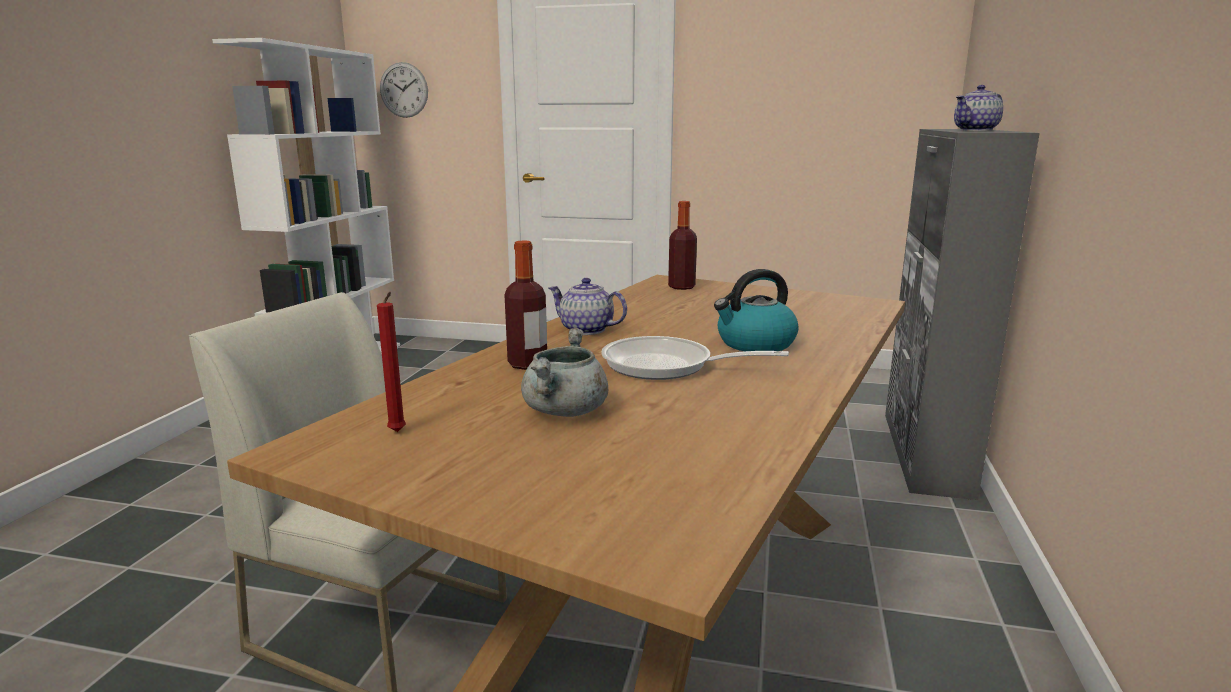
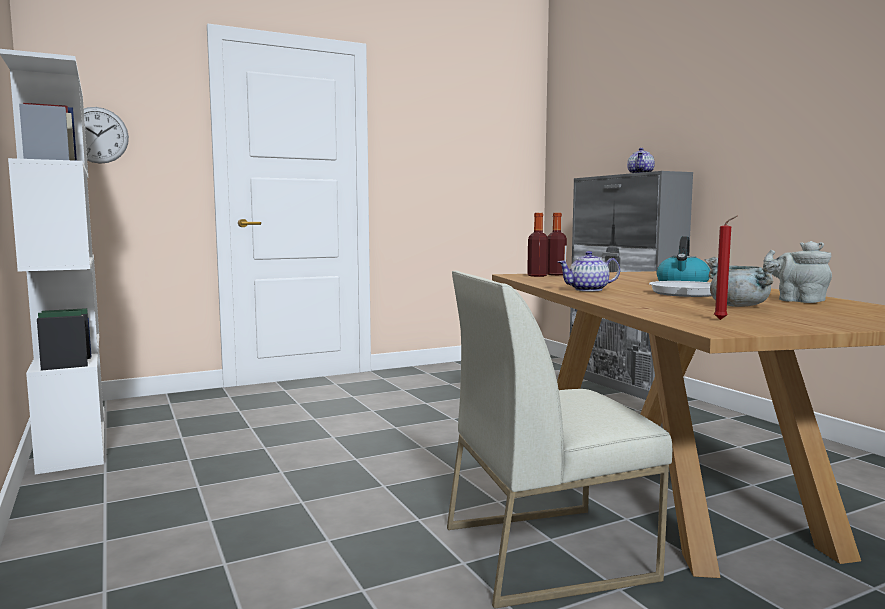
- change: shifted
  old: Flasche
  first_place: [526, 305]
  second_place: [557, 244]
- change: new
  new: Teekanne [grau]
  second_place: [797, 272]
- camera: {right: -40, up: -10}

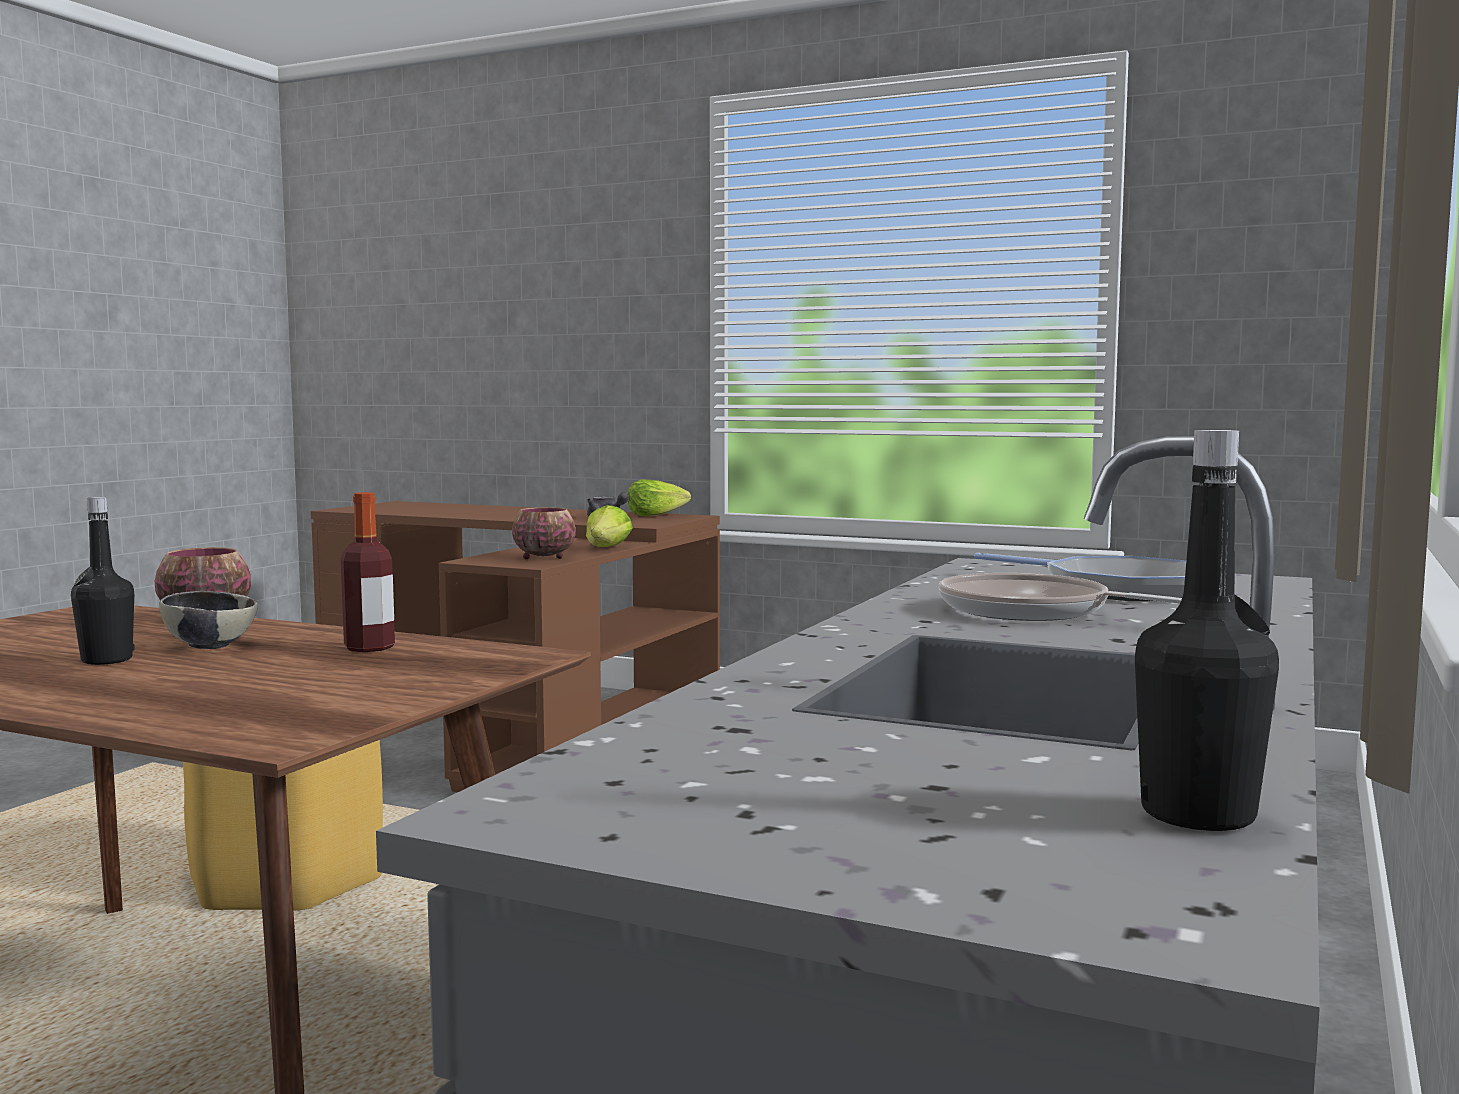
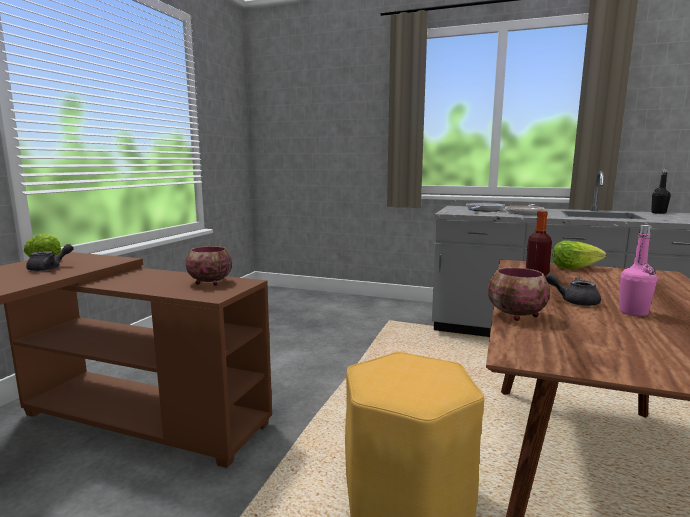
- change: swapped
  old: Schüssel
  new: Teekanne [grau]
  first_place: [208, 620]
  second_place: [573, 289]
- change: shifted
  old: Salatkopf
  first_place: [609, 526]
  second_place: [579, 254]
- change: repainted
  old: Flasche [schwarz]
  new: Flasche [rosa]
  first_place: [102, 581]
  second_place: [638, 270]
- camera: {right: -95, up: 5}

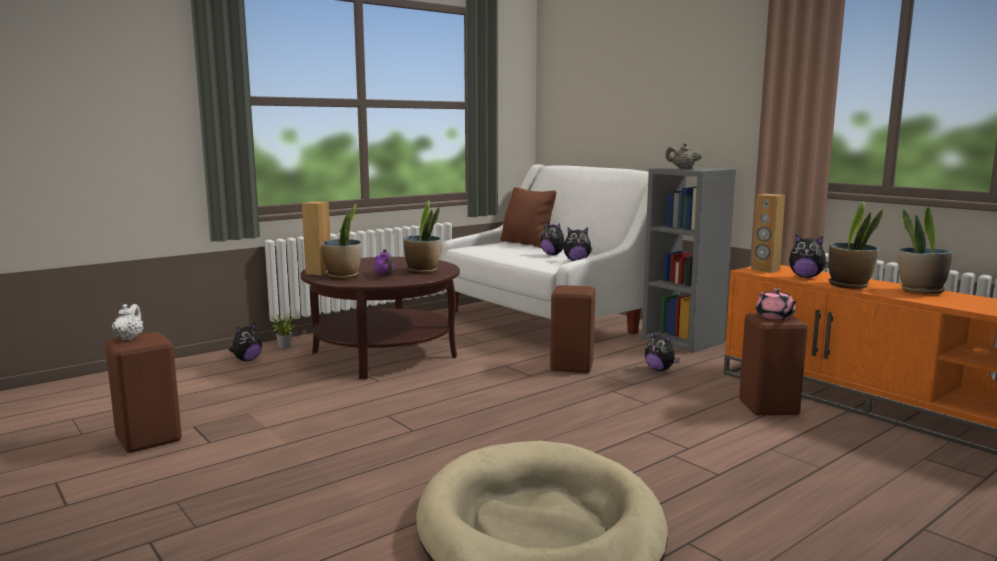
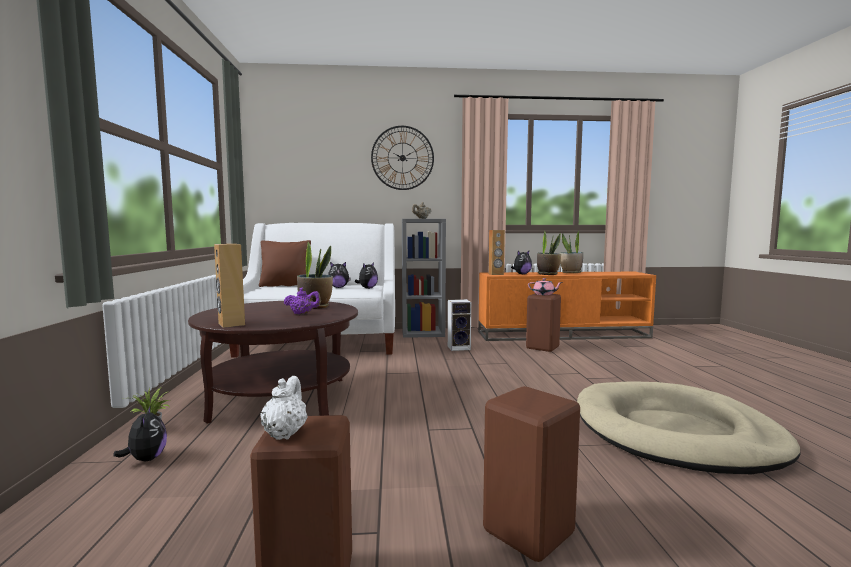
- change: rotated
  old: Teekanne [weiß]
  first_place: [127, 322]
  second_place: [284, 408]
  degrees: 60
- change: new
  new: Wanduhr
  second_place: [402, 158]
- change: swapped
  old: Plüschtier
  new: Lautsprecher
  first_place: [662, 350]
  second_place: [459, 325]
- change: shifted
  old: Hocker [braun]
  first_place: [572, 329]
  second_place: [531, 474]
- change: gone
  old: Topfpflanze
  first_place: [341, 241]
- camera: {right: -55, up: -5}

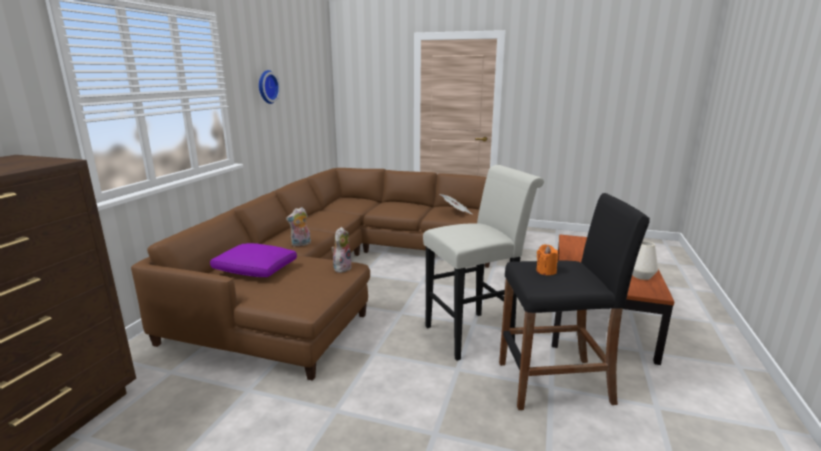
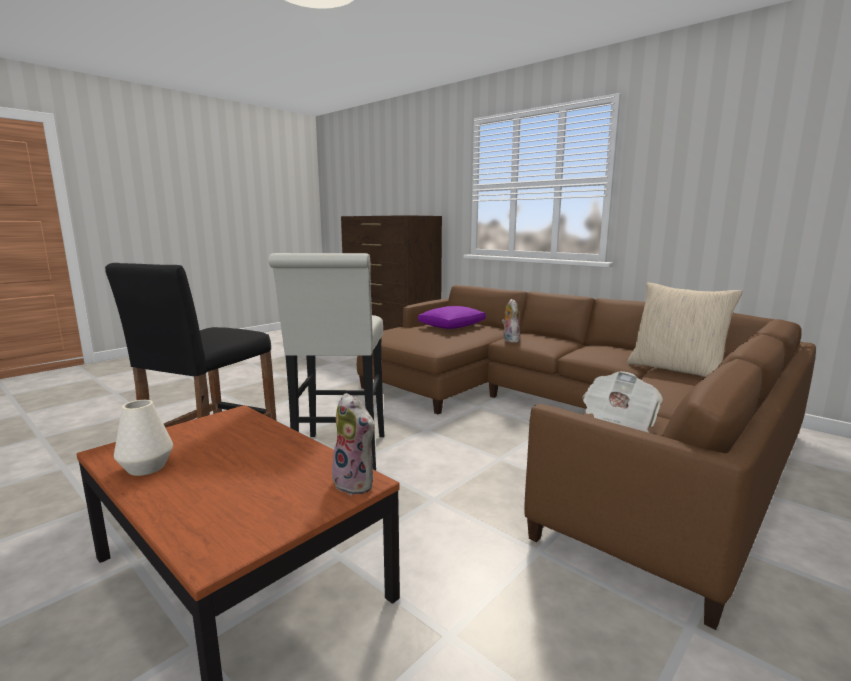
- change: shifted
  old: Plüschtier
  first_place: [341, 250]
  second_place: [353, 444]
- change: new
  new: Kissen [beige]
  second_place: [685, 330]
- change: gone
  old: Wanduhr
  first_place: [269, 87]
- change: gone
  old: Kerze [orange]
  first_place: [547, 259]
- camera: {right: 115, up: -5}

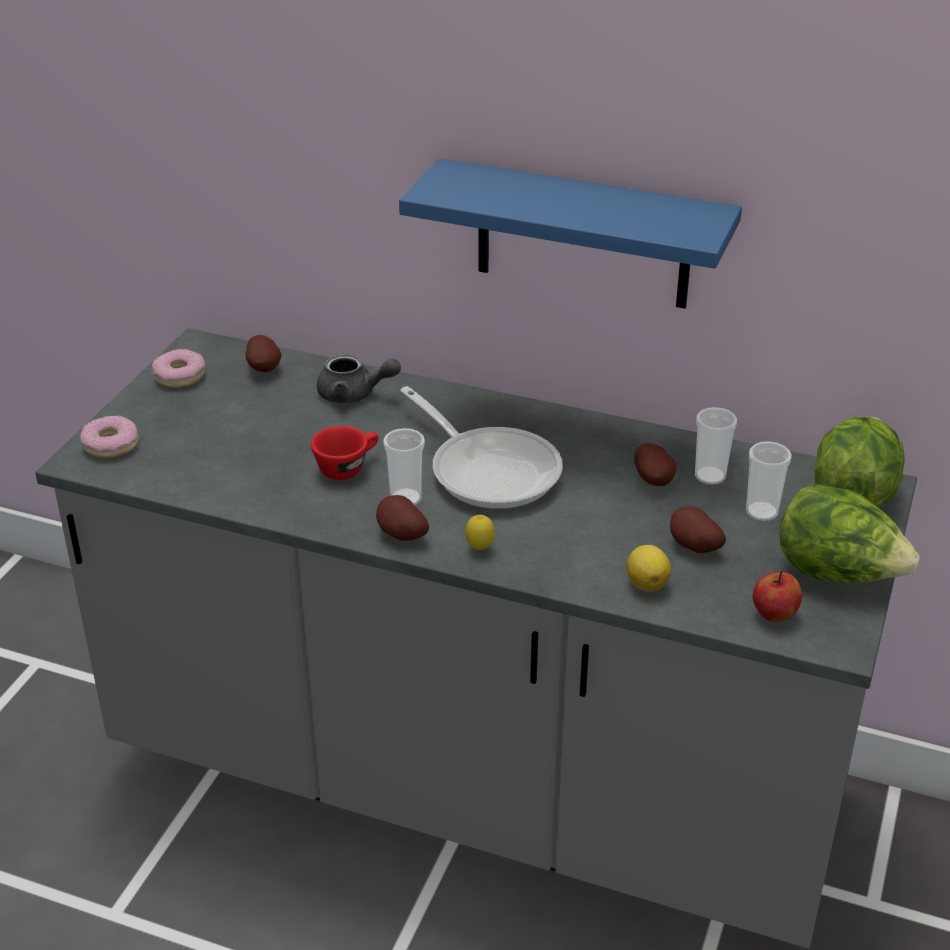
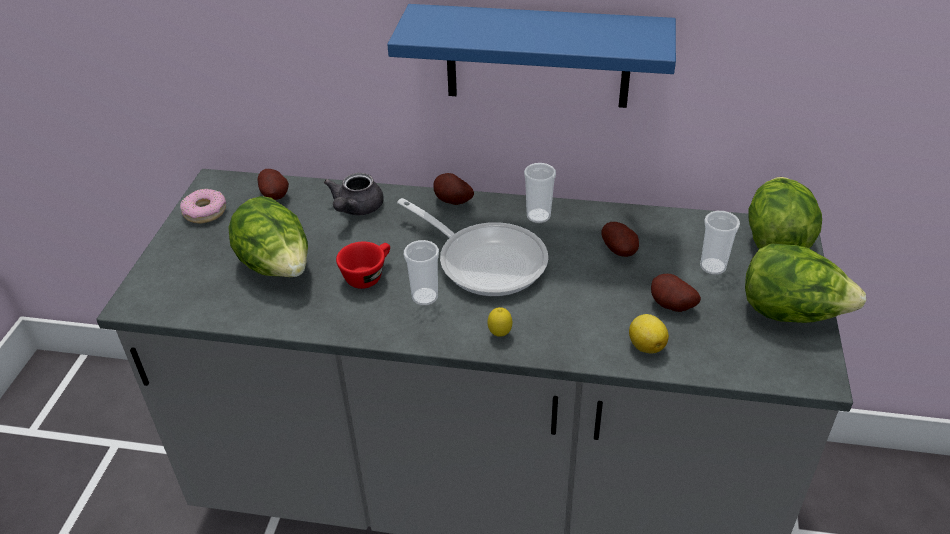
- change: new
  new: Salatkopf
  second_place: [268, 236]
- change: rotated
  old: Teekanne [grau]
  first_place: [359, 378]
  second_place: [354, 194]
  degrees: 105
- change: shifted
  old: Kartoffel
  first_place: [402, 518]
  second_place: [453, 189]
- change: shifted
  old: Tasse
  first_place: [716, 446]
  second_place: [540, 193]
- change: gone
  old: Donut
  first_place: [109, 437]
- change: gone
  old: Apfel
  first_place: [777, 596]
- camera: {right: -10, up: 5}

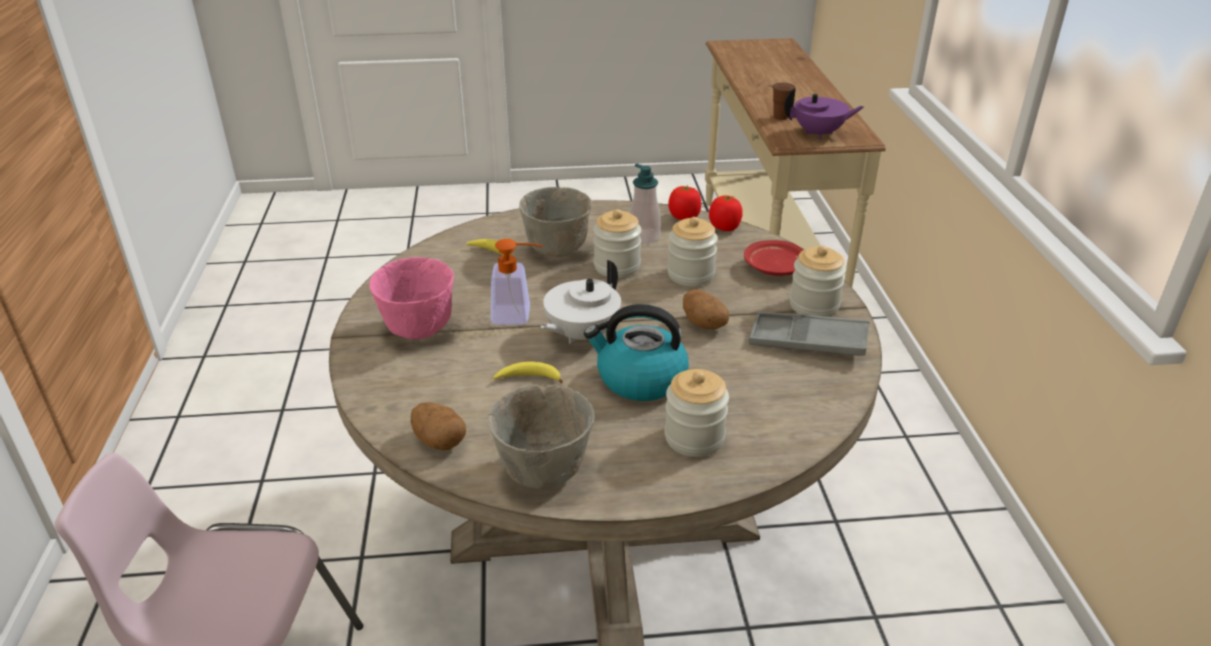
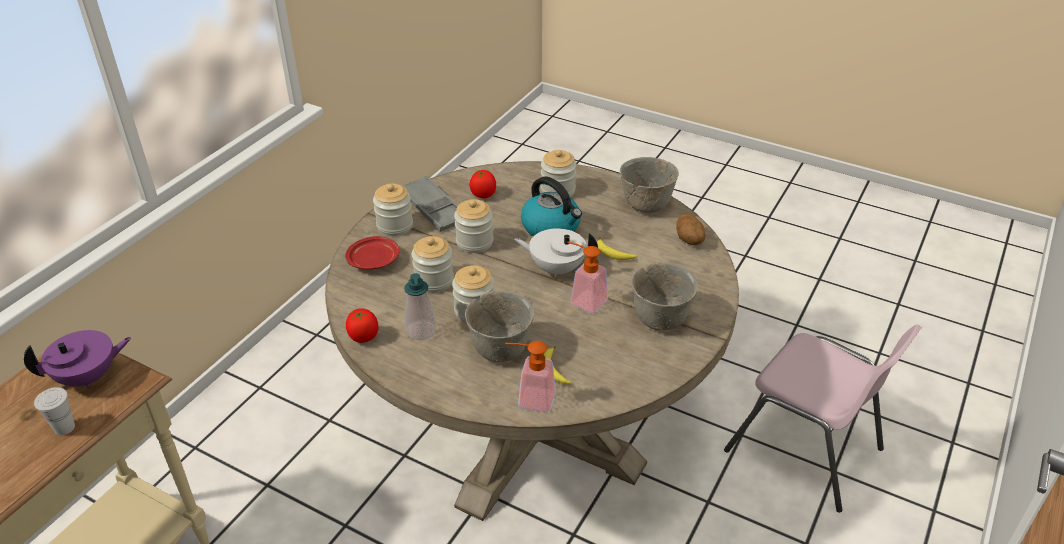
- change: rotated
  old: Teekanne [lila]
  first_place: [824, 113]
  second_place: [78, 359]
  degrees: 120
- change: repainted
  old: Tasse [braun]
  new: Tasse [weiß]
  first_place: [784, 101]
  second_place: [54, 411]
- change: swapped
  old: Kartoffel
  new: Vorratsglas
  first_place: [706, 309]
  second_place: [473, 226]
- change: shifted
  old: Tomate
  first_place: [726, 213]
  second_place: [483, 184]
- change: new
  new: Seifenspender
  second_place: [530, 376]
- change: rotated
  old: Teekanne [weiß]
  first_place: [580, 302]
  second_place: [556, 252]
  degrees: -150
- change: repainted
  old: Schüssel [rosa]
  new: Schüssel [grau]
  first_place: [411, 298]
  second_place: [664, 296]
- camera: {right: -145, up: 5}

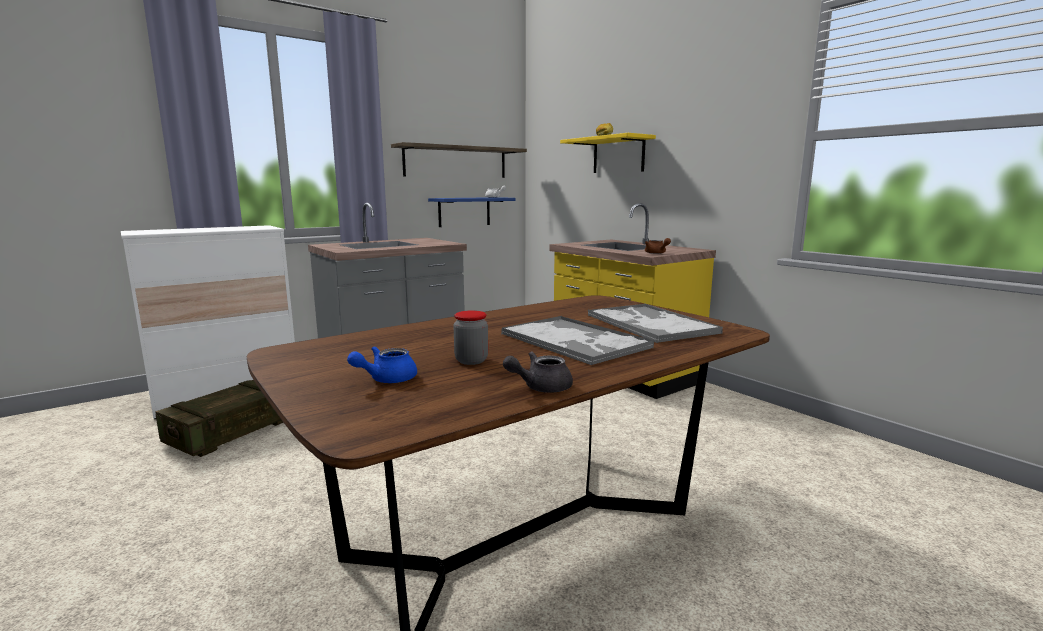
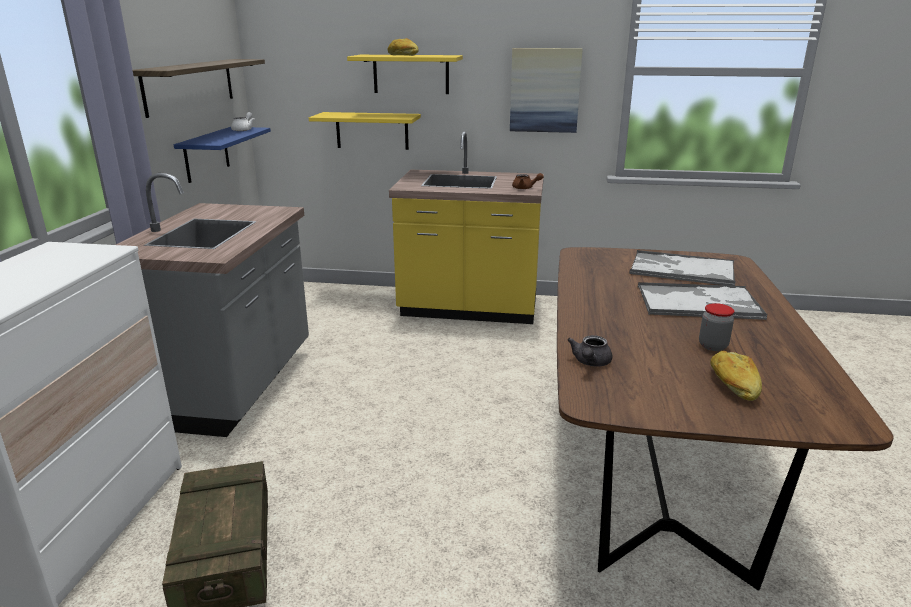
- change: new
  new: Wandregal [gelb]
  second_place: [365, 131]
- change: new
  new: Bild
  second_place: [546, 90]
- change: shifted
  old: Teekanne [grau]
  first_place: [538, 372]
  second_place: [589, 350]
- change: swapped
  old: Teekanne [blau]
  new: Brot
  first_place: [382, 364]
  second_place: [736, 376]
- camera: {right: -45, up: 10}

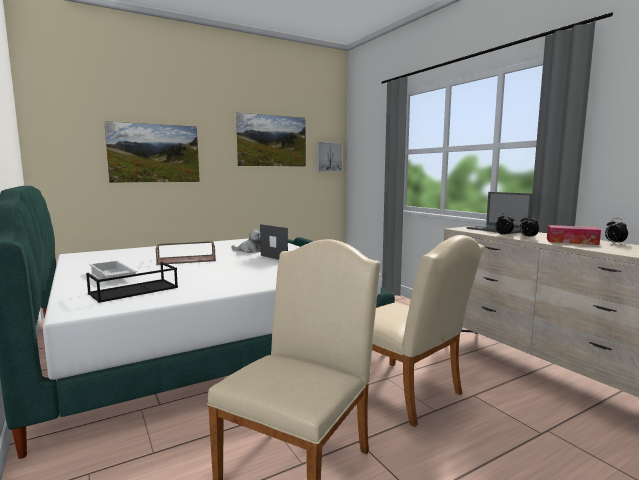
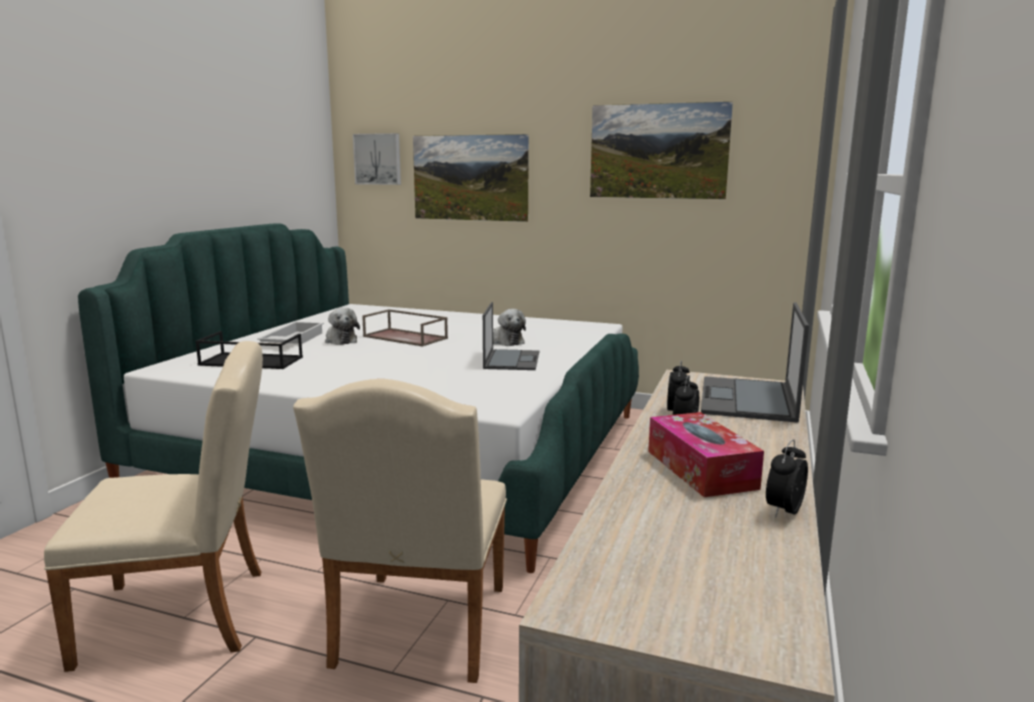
- change: new
  new: Plüschtier
  second_place: [342, 326]
- change: shifted
  old: Bild
  first_place: [330, 156]
  second_place: [377, 159]
- camera: {right: 50, up: 5}

